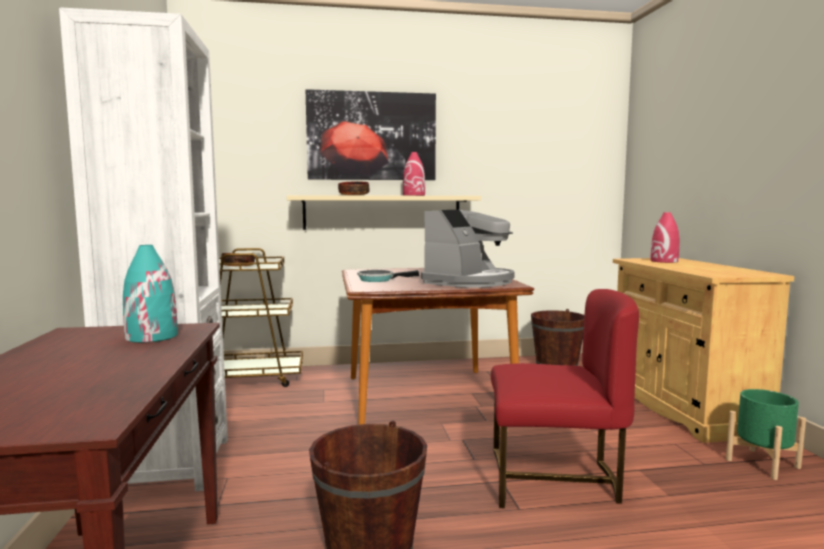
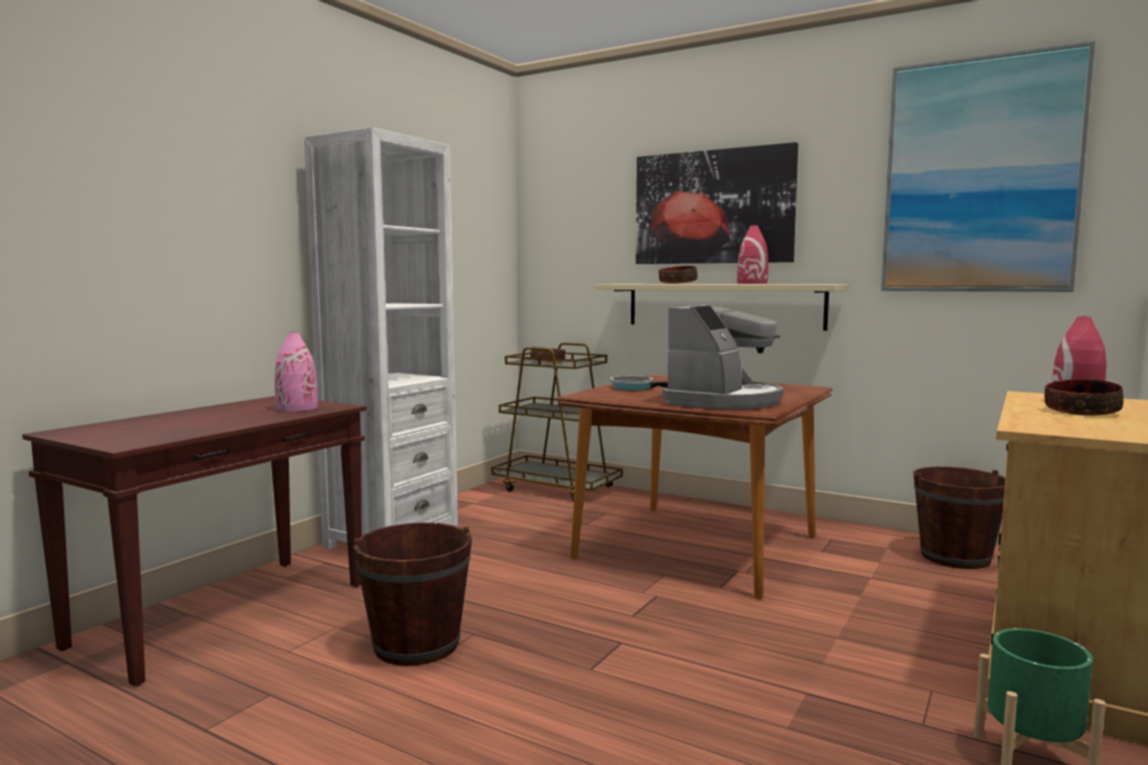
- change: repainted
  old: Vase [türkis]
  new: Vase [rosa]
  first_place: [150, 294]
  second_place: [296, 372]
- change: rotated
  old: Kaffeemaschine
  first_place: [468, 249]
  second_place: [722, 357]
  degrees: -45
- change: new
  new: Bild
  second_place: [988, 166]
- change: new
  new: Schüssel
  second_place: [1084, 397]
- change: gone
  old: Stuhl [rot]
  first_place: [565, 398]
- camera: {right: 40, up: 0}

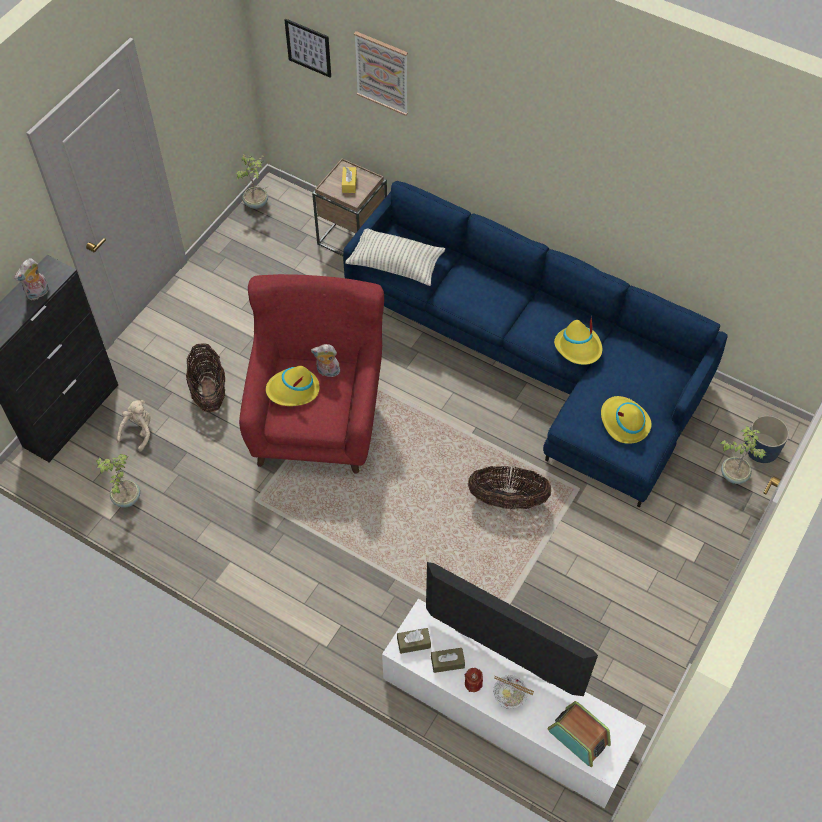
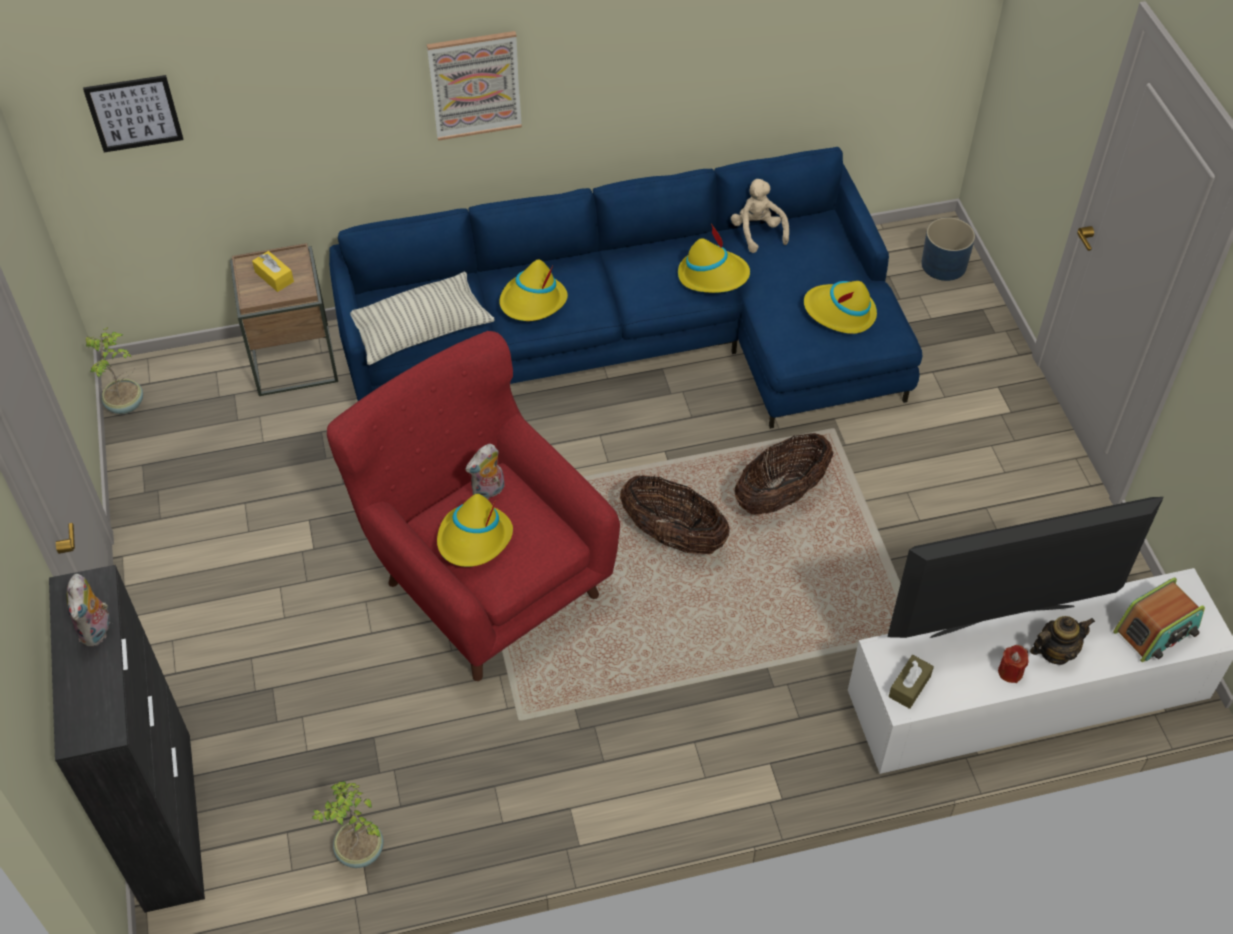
- change: shifted
  old: Bild
  first_place: [381, 73]
  second_place: [474, 86]
- change: new
  new: Hut [gelb]
  second_place: [533, 290]
- change: shifted
  old: Korb
  first_place: [205, 378]
  second_place: [675, 514]
- change: shifted
  old: Plüschtier [beige]
  first_place: [134, 426]
  second_place: [760, 216]
- change: swapped
  old: Schüssel
  new: Teekanne
  first_place: [513, 692]
  second_place: [1062, 640]
- change: rotated
  old: Radio
  first_place: [579, 734]
  second_place: [1159, 619]
  degrees: 150
- change: gone
  old: Taschentuchbox [braun]
  first_place: [448, 660]
- change: gone
  old: Topfpflanze
  first_place: [743, 455]
- camera: {right: -45, up: -5}

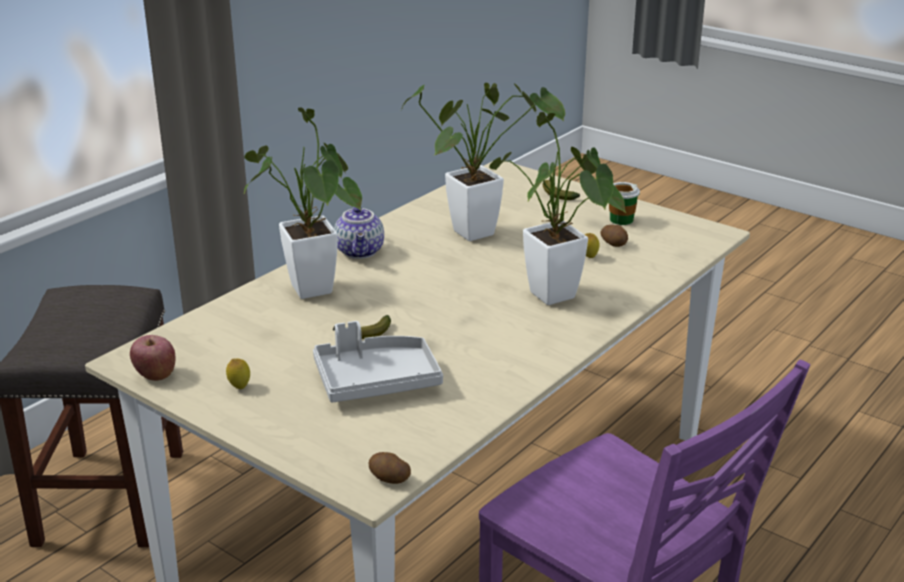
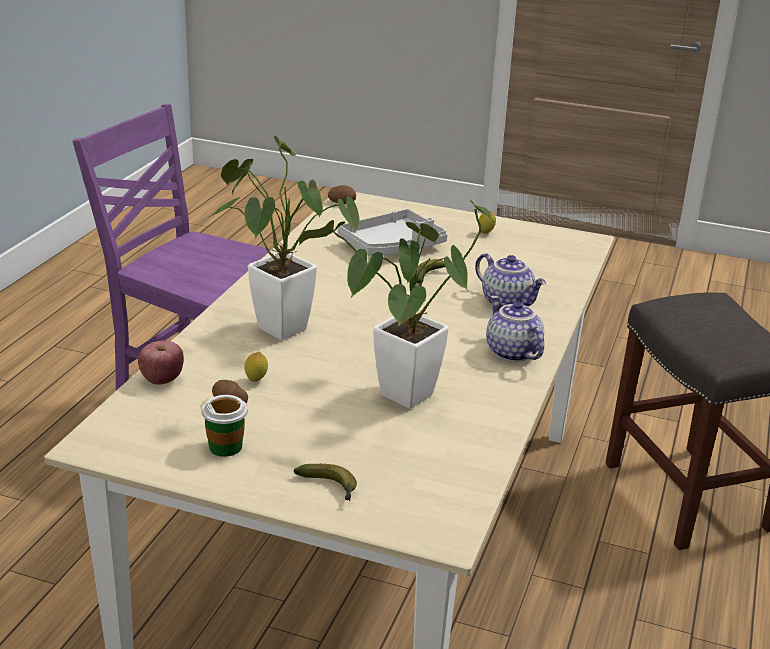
- change: shifted
  old: Apfel
  first_place: [153, 358]
  second_place: [161, 362]
- change: swapped
  old: Topfpflanze
  new: Teekanne
  first_place: [303, 203]
  second_place: [510, 279]
- camera: {right: 160, up: 0}

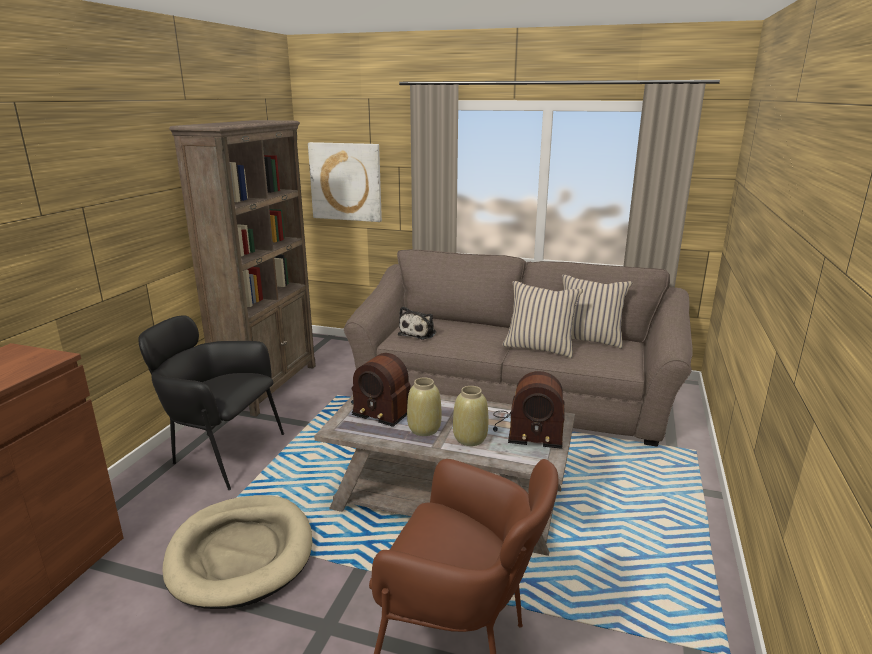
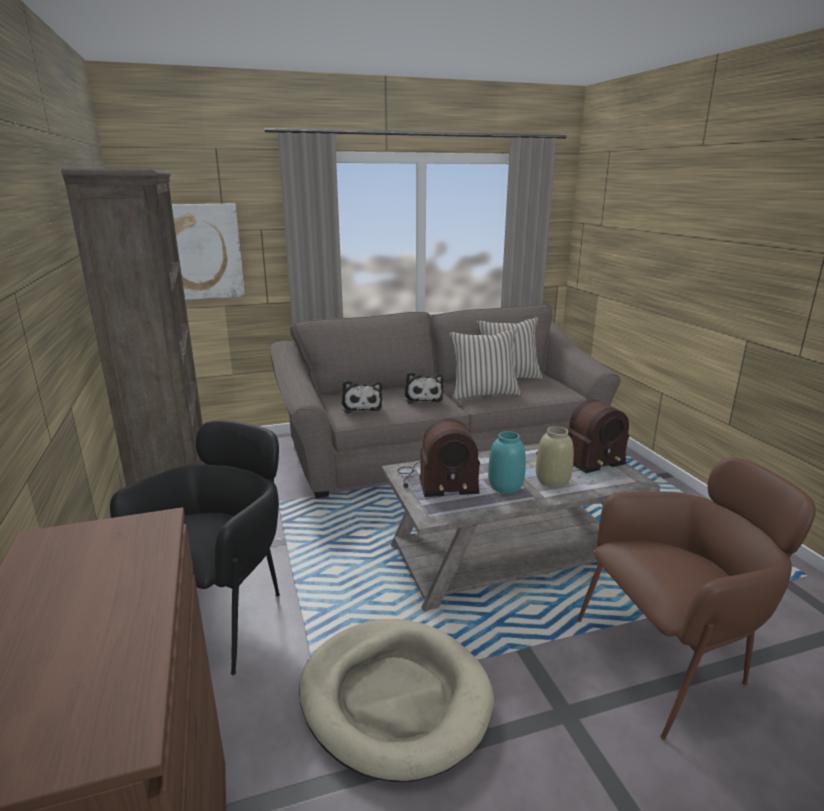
- change: rotated
  old: Sessel [schwarz]
  first_place: [211, 402]
  second_place: [195, 547]
  degrees: 135
- change: new
  new: Plüschtier
  second_place: [423, 388]
- change: repainted
  old: Vase [beige]
  new: Vase [türkis]
  first_place: [424, 406]
  second_place: [507, 462]
- camera: {right: -35, up: 0}

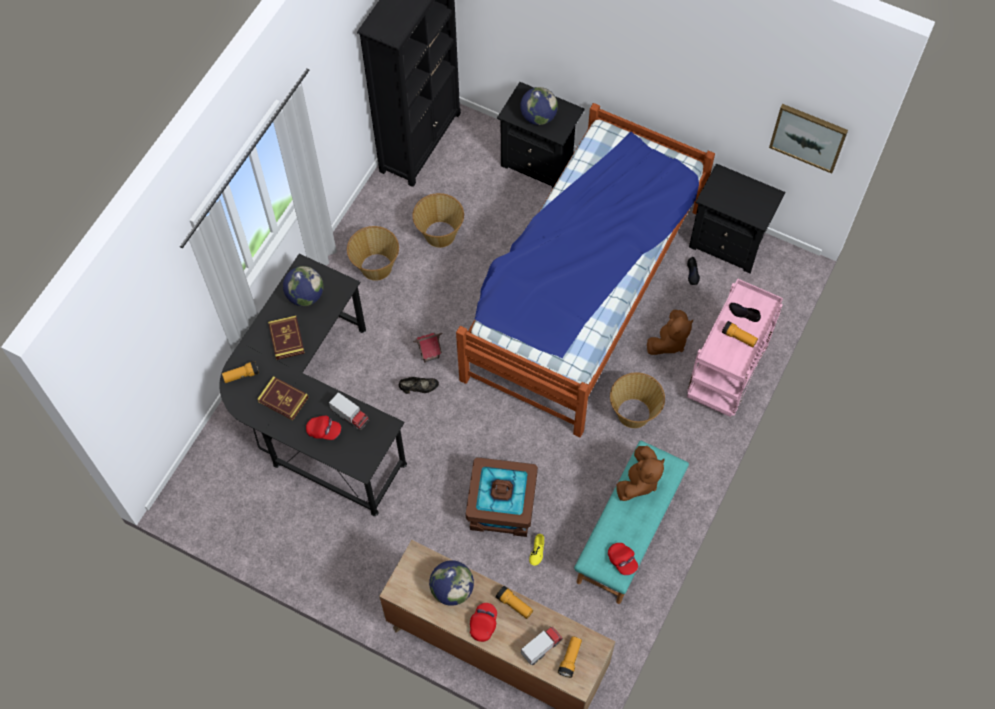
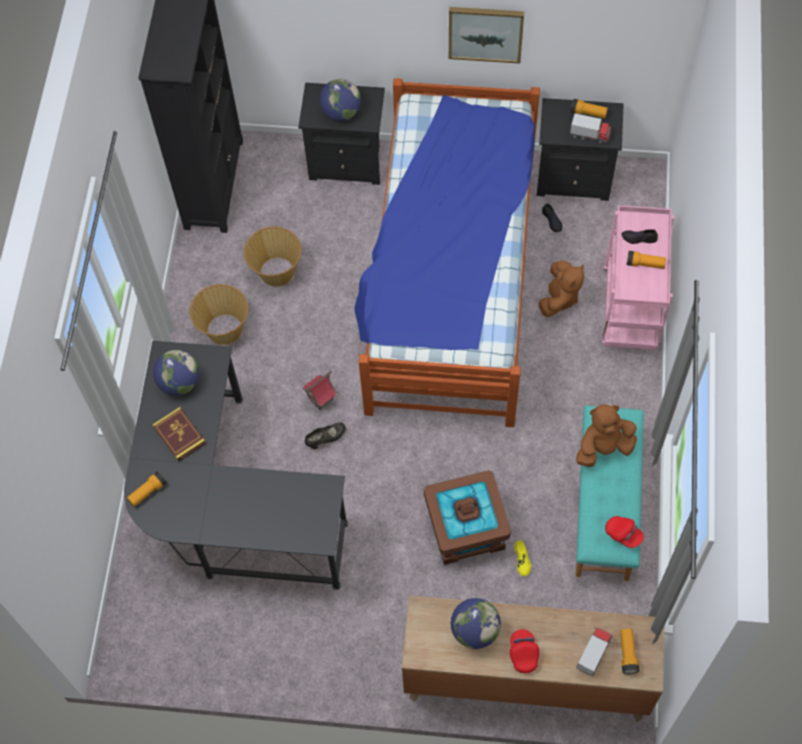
- change: shifted
  old: Bild
  first_place: [808, 139]
  second_place: [486, 35]
- change: shifted
  old: Taschenlampe
  first_place: [514, 602]
  second_place: [589, 108]
- change: shifted
  old: Spielzeuglaster
  first_place: [349, 411]
  second_place: [590, 128]
- change: rotated
  old: Plüschtier [braun]
  first_place: [640, 473]
  second_place: [606, 435]
  degrees: -120
- change: gone
  old: Buch
  first_place: [283, 398]
- change: gone
  old: Kappe [rot]
  first_place: [323, 427]
- change: gone
  old: Korb
  first_place: [637, 400]
- camera: {right: -20, up: 0}

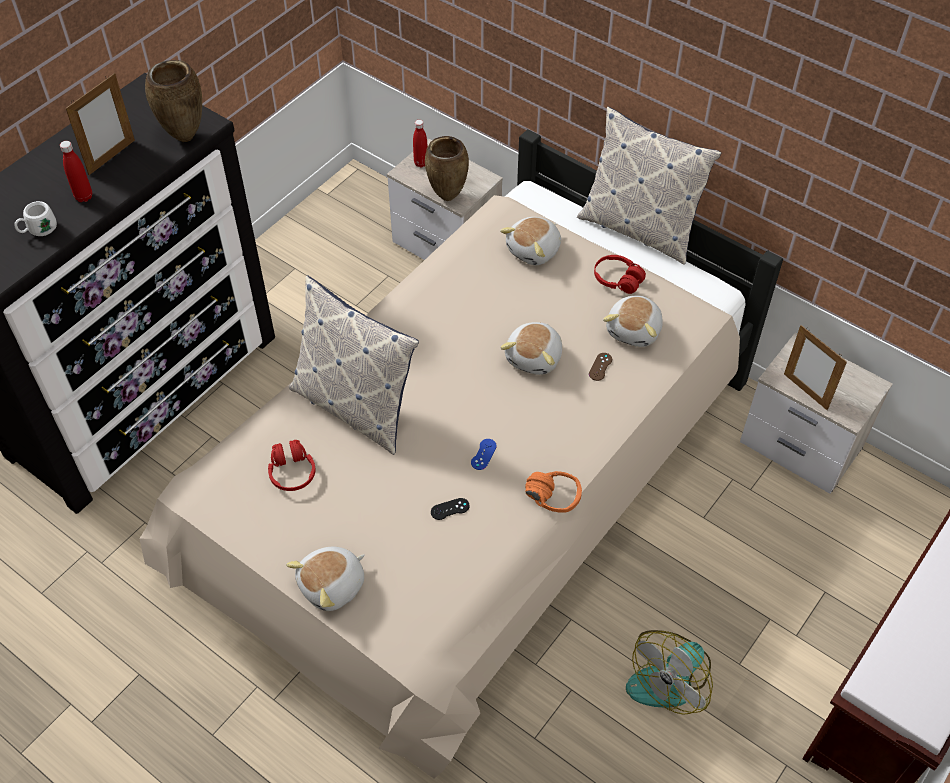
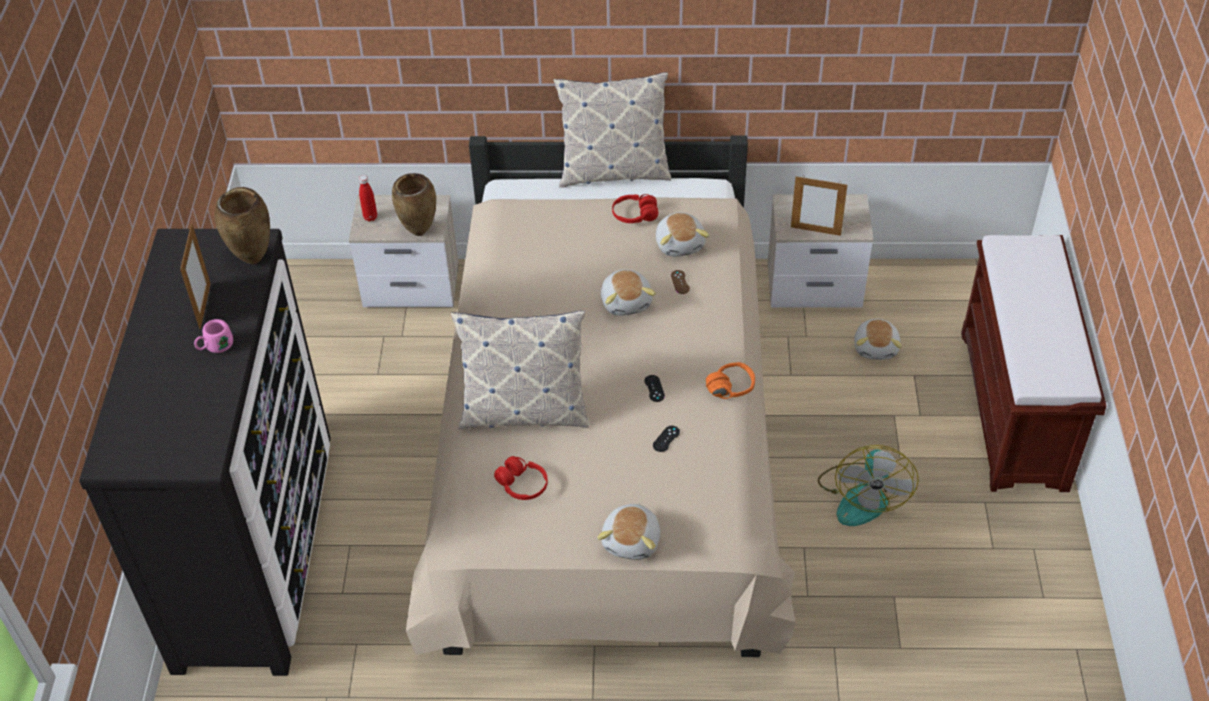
- change: swapped
  old: Flasche [rot]
  new: Henkelbecher [rosa]
  first_place: [76, 171]
  second_place: [213, 336]
- change: repainted
  old: Gamepad [blau]
  new: Gamepad [schwarz]
  first_place: [484, 454]
  second_place: [654, 388]
- change: shifted
  old: Plüschtier
  first_place: [530, 241]
  second_place: [878, 339]
- change: gone
  old: Henkelbecher [weiß]
  first_place: [35, 218]
- camera: {right: -35, up: -5}

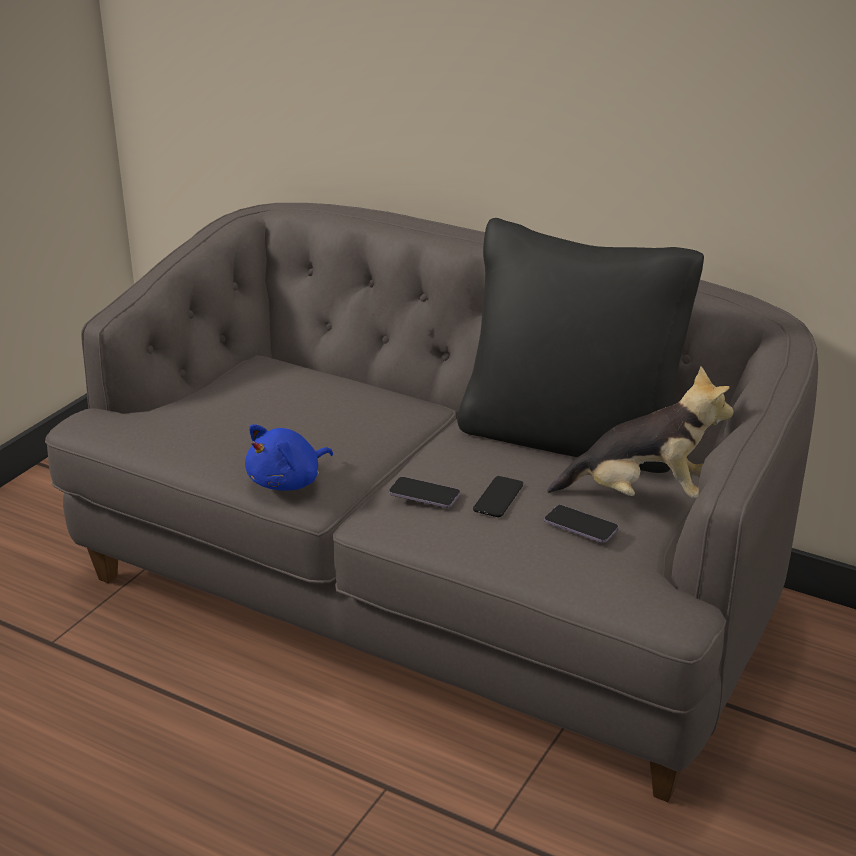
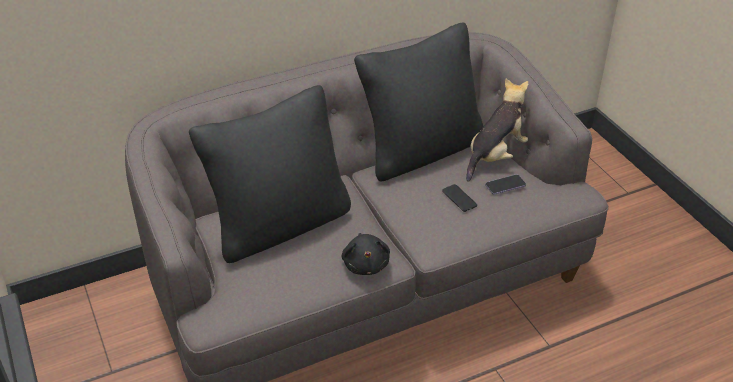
- change: new
  new: Kissen [schwarz]
  second_place: [270, 174]
- change: repainted
  old: Plüschtier [blau]
  new: Plüschtier [schwarz]
  first_place: [289, 457]
  second_place: [366, 254]
- change: gone
  old: Handy
  first_place: [424, 492]
- camera: {right: -55, up: 10}

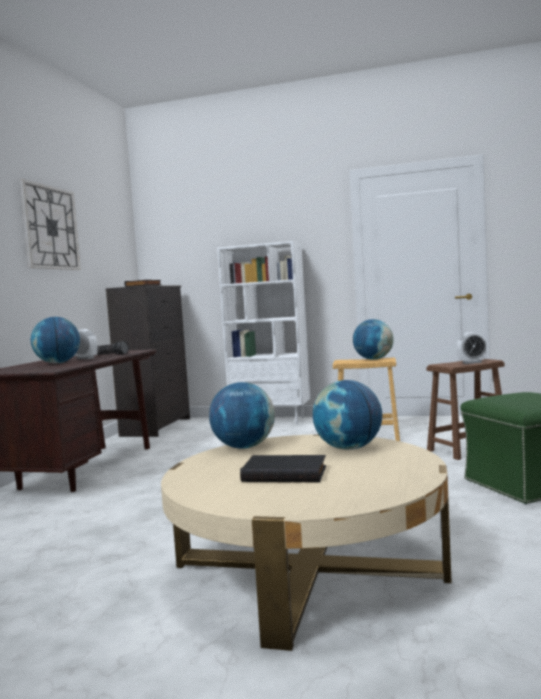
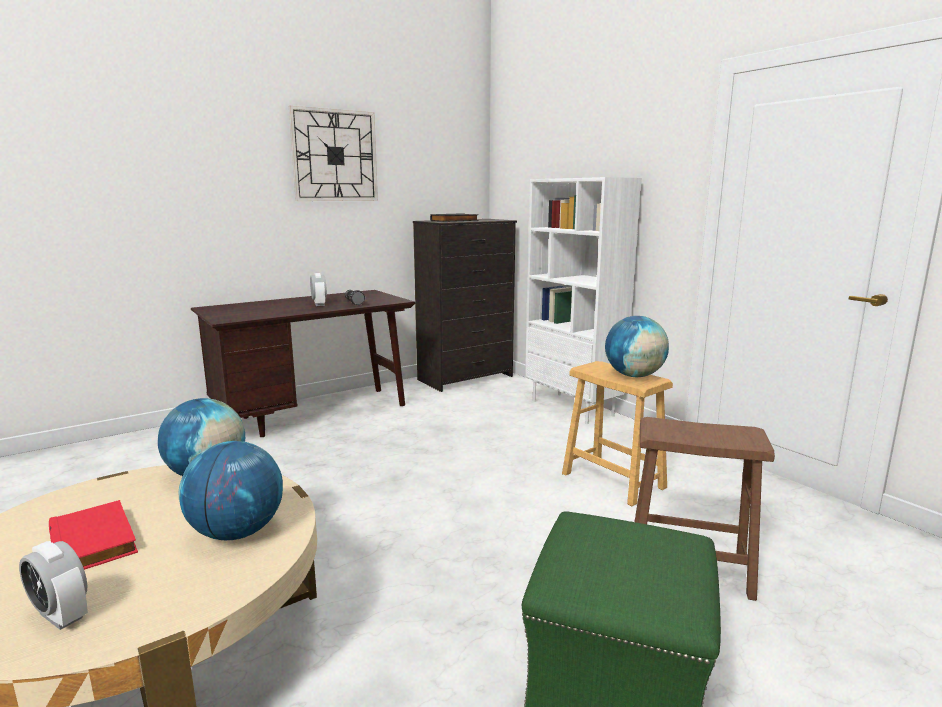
- change: shifted
  old: Wecker
  first_place: [472, 348]
  second_place: [53, 585]
- change: repainted
  old: Buch [schwarz]
  new: Buch [rot]
  first_place: [283, 468]
  second_place: [93, 535]
- change: gone
  old: Globus
  first_place: [55, 340]
- camera: {right: 40, up: 10}

